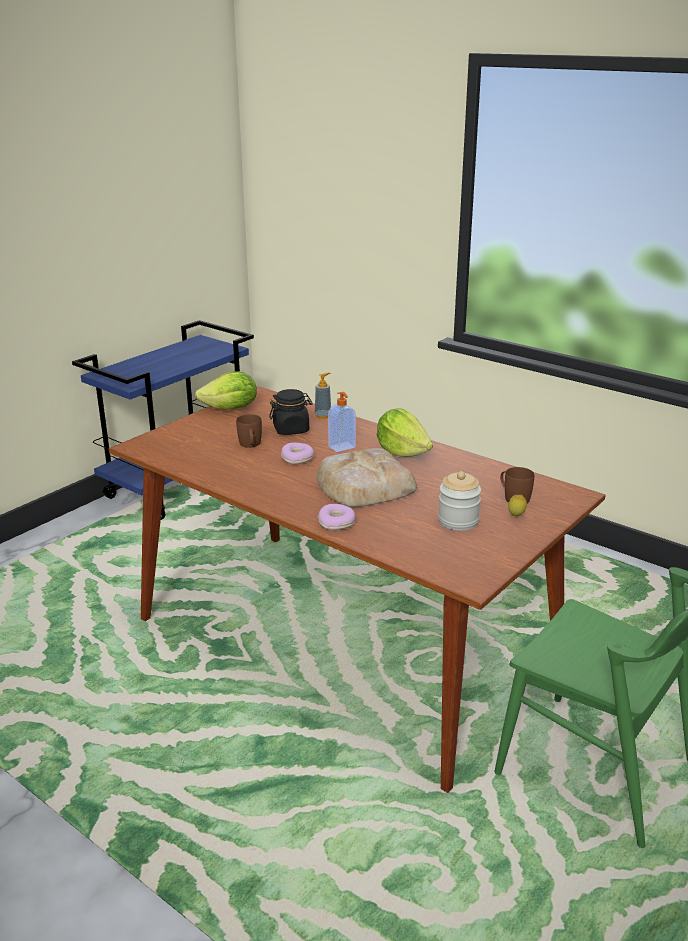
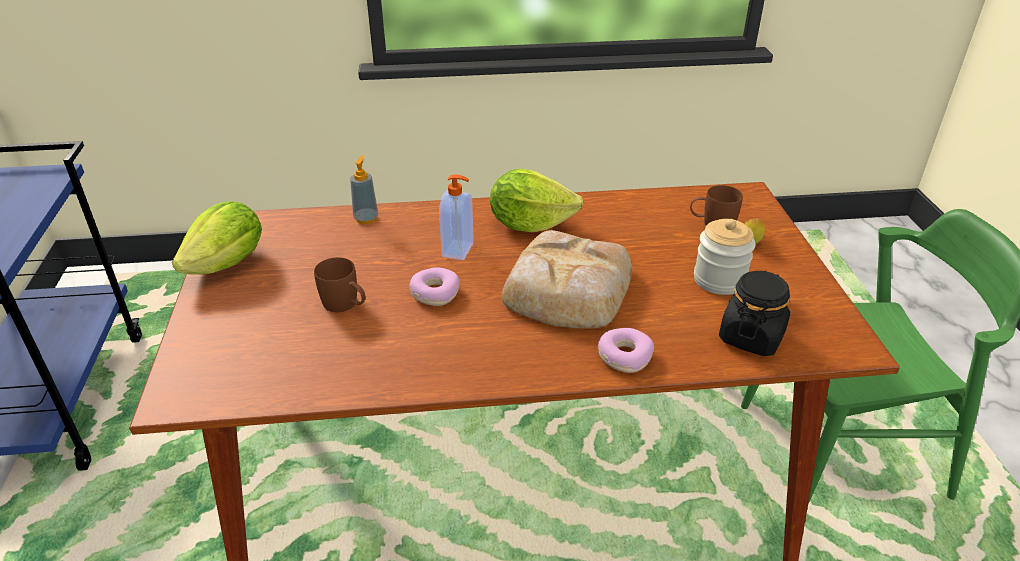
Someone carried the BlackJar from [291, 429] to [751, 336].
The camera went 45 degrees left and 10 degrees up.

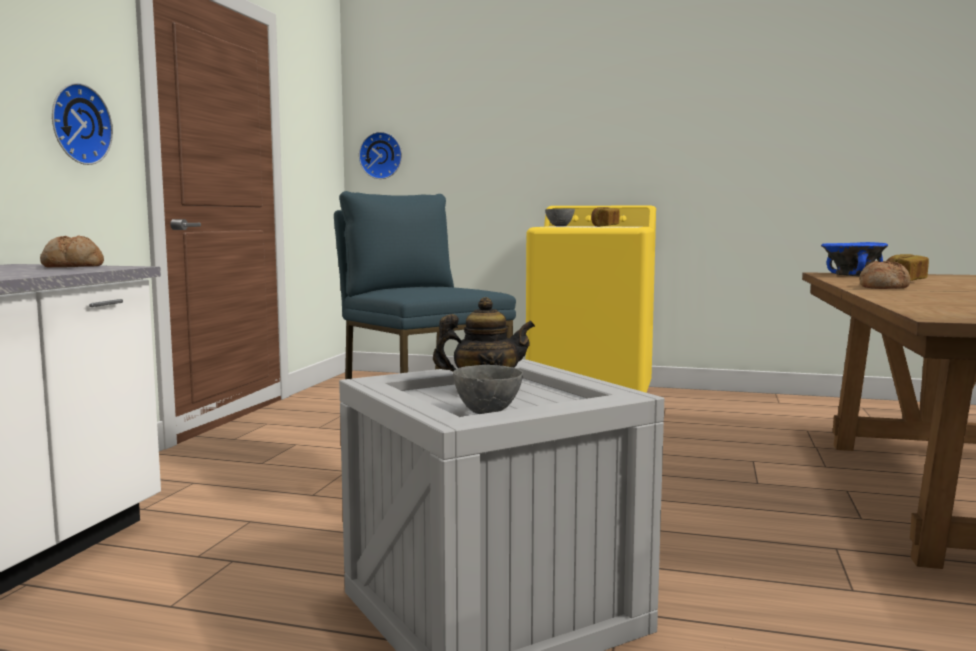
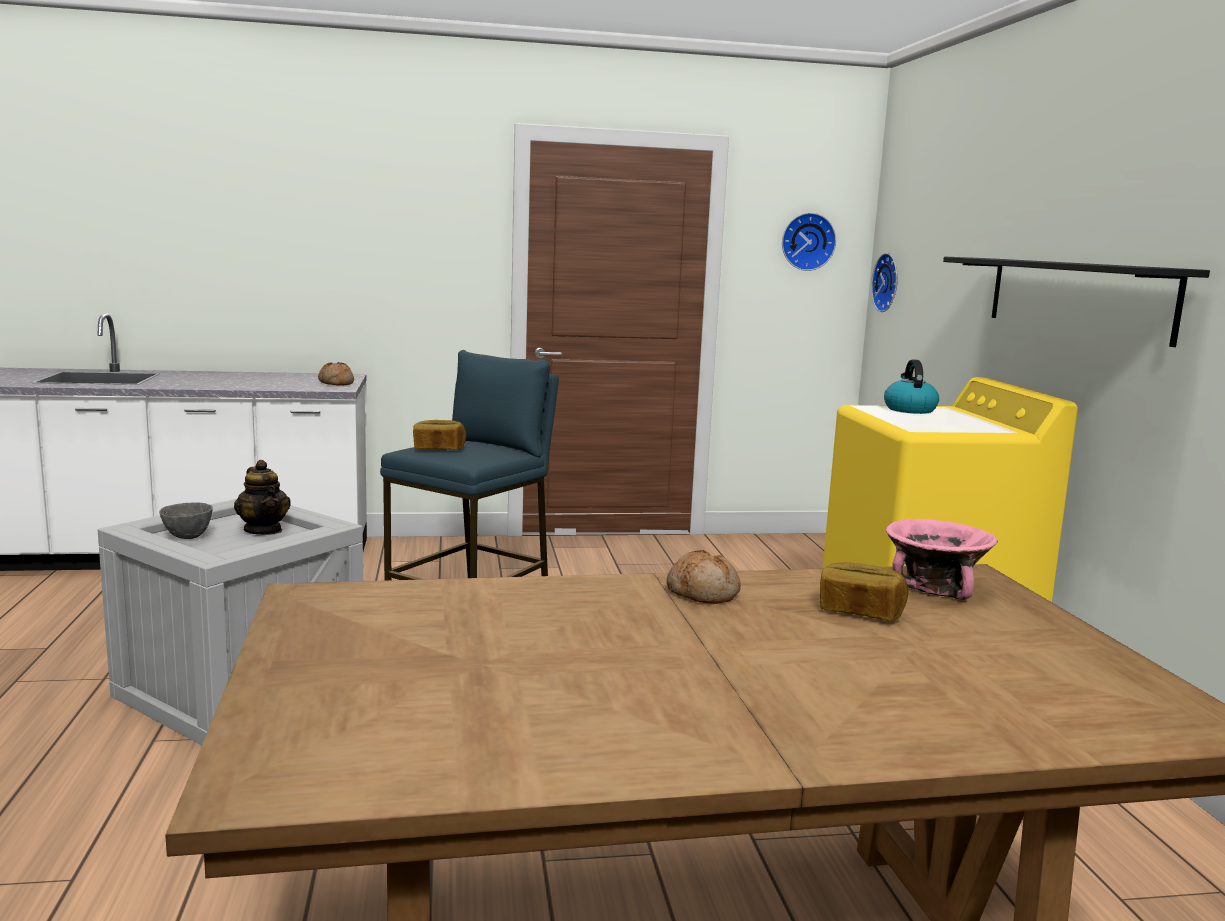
Someone carried the Bread from [604, 226] to [439, 449].
Someone carried the WallClock from [77, 124] to [807, 241].
Someone swapped the GreyBowl at [559, 226] for the Kettle at [909, 409].
Someone repainted the BlueBowl at [853, 276], which became the PinkBowl at [935, 588].
Someone put up the BlackShelf at [1076, 297].
The camera went 65 degrees right and 5 degrees up.

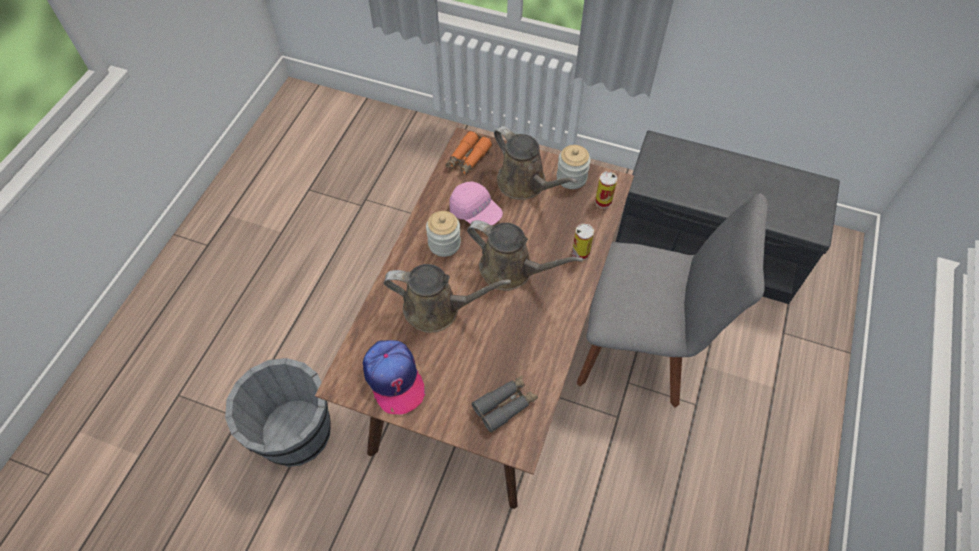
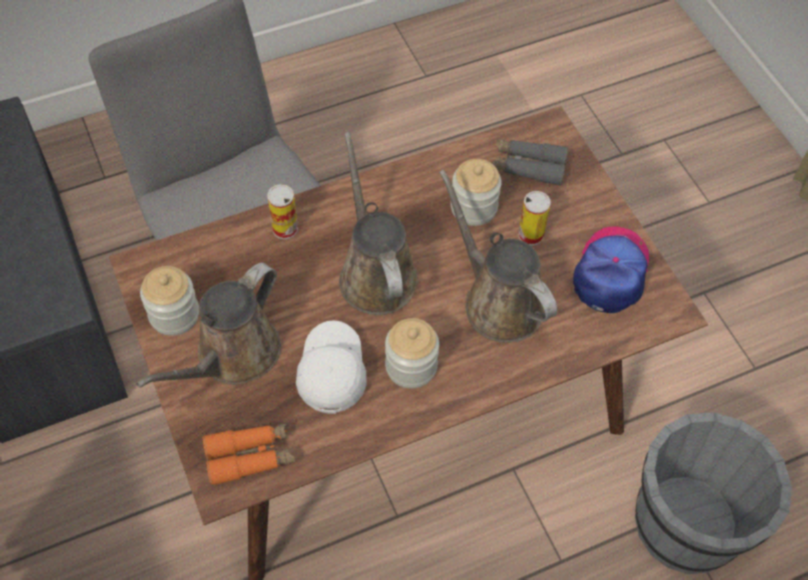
Someone rotated the BrownWateringCan at [525, 184] by 150 degrees counterclockwise.
Someone repainted the PinkCap at [475, 212], which became the WhiteCap at [332, 372].
Someone put down the Jar at [473, 207].
Someone carried the Can from [603, 201] to [530, 235].
The camera went 135 degrees left and 0 degrees up.

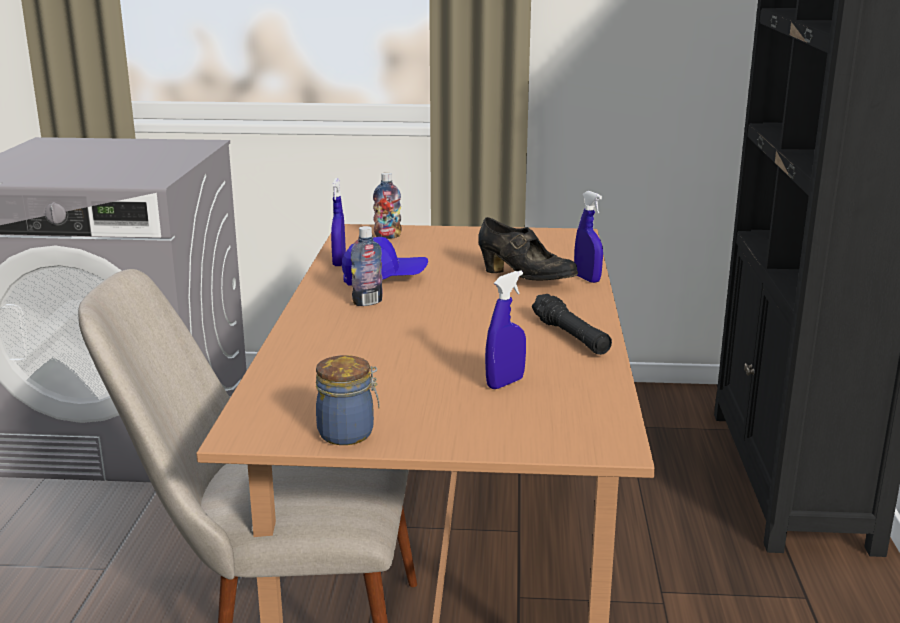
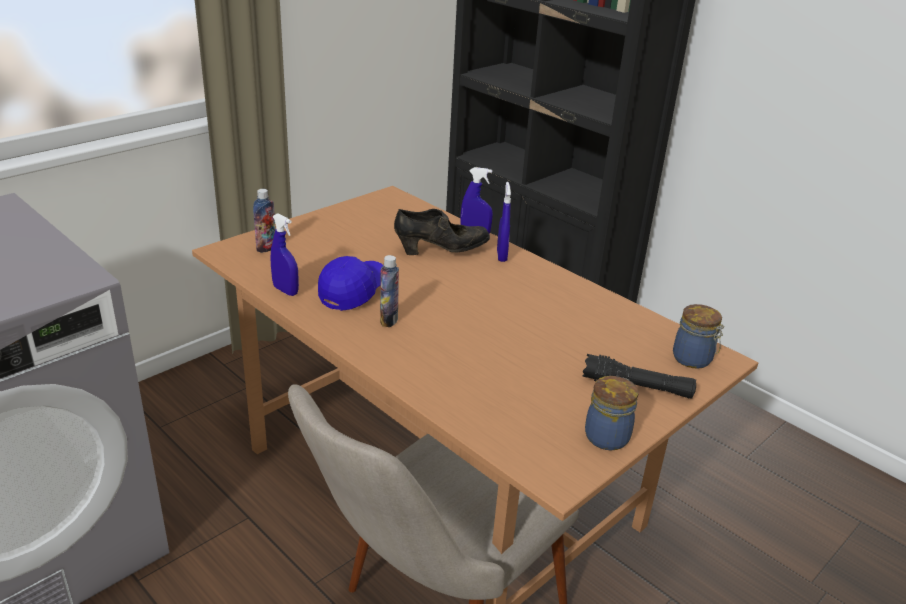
Someone carried the BlueSprayBottle from [505, 383] to [501, 256].
Someone carried the BlackFlashlight from [570, 336] to [637, 387].
Someone put down the Jar at [693, 359].
The camera went 50 degrees left and 10 degrees up.

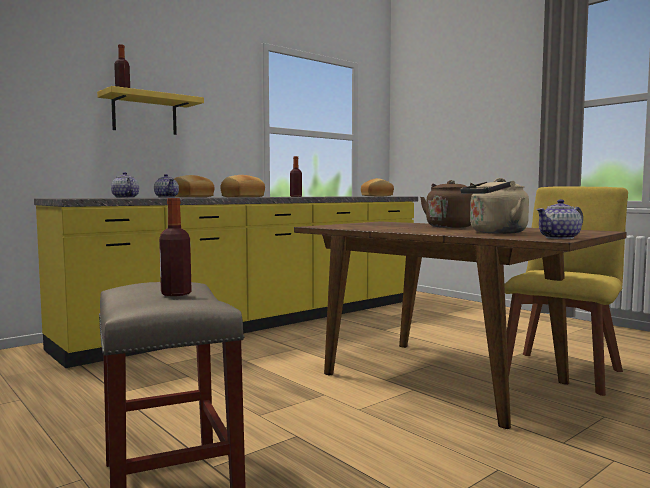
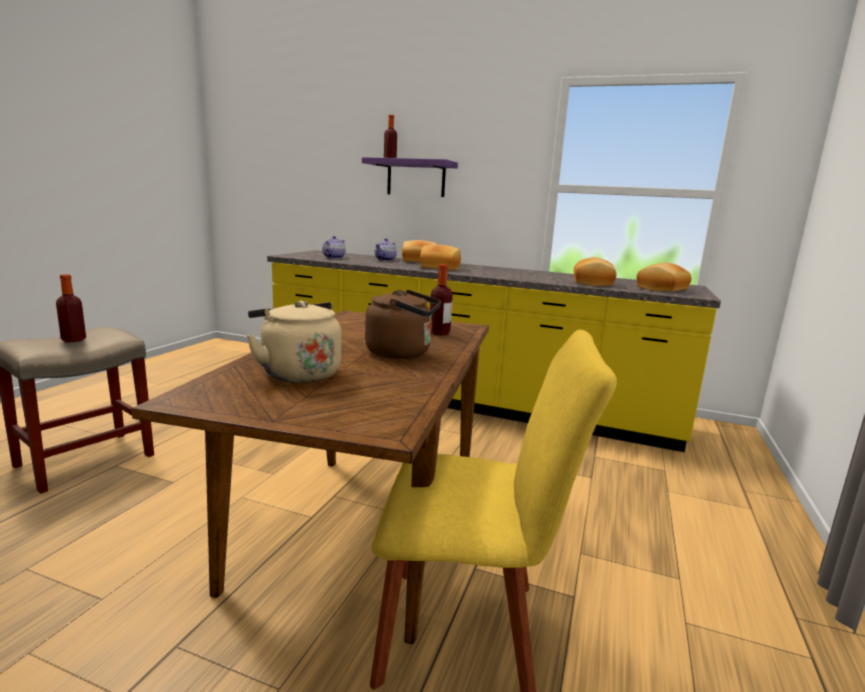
Someone repainted the YellowShelf at [145, 114], which became the PurpleShelf at [416, 178].
Someone carried the Bottle from [296, 196] to [439, 332].
Someone put down the Bread at [594, 283].
Someone took away the Teapot at [560, 238].
The camera went 60 degrees right and 10 degrees up.

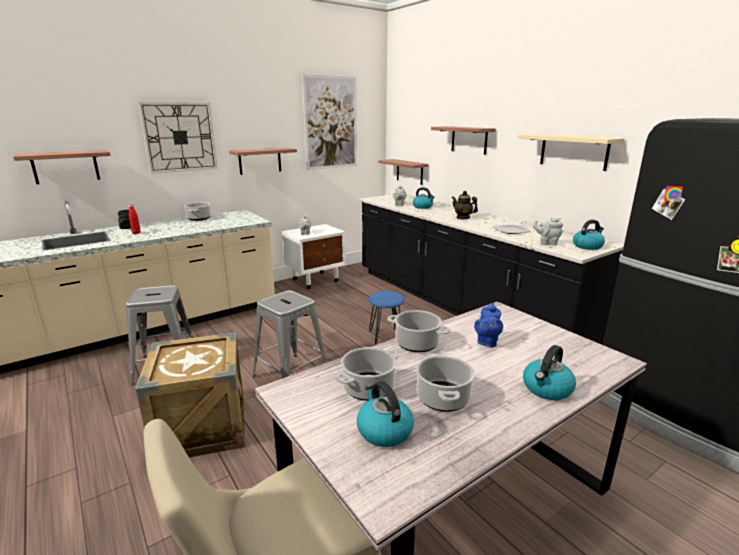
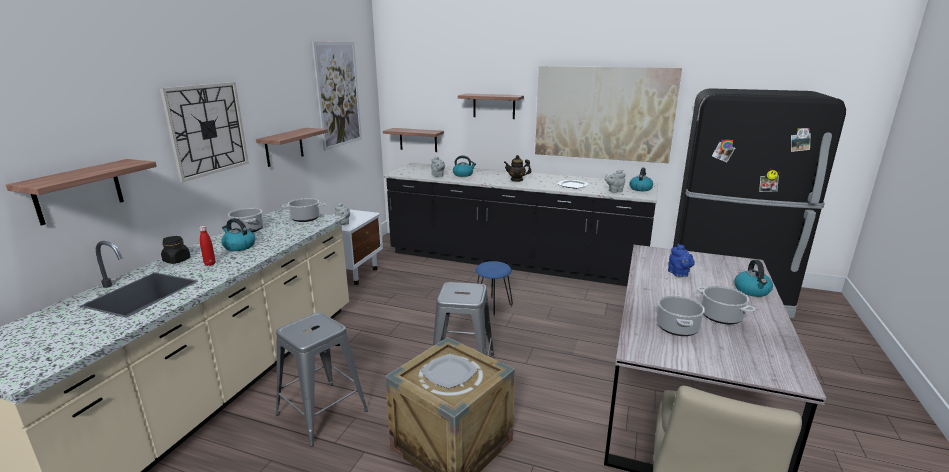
Someone carried the Kettle from [383, 430] to [239, 246].
Someone carried the CookingPot from [416, 343] to [305, 218].
Someone put down the Plate at [448, 373].
Someone swapped the BeigeShelf at [573, 151] for the Picture at [603, 113].
The camera went 35 degrees left and 0 degrees up.

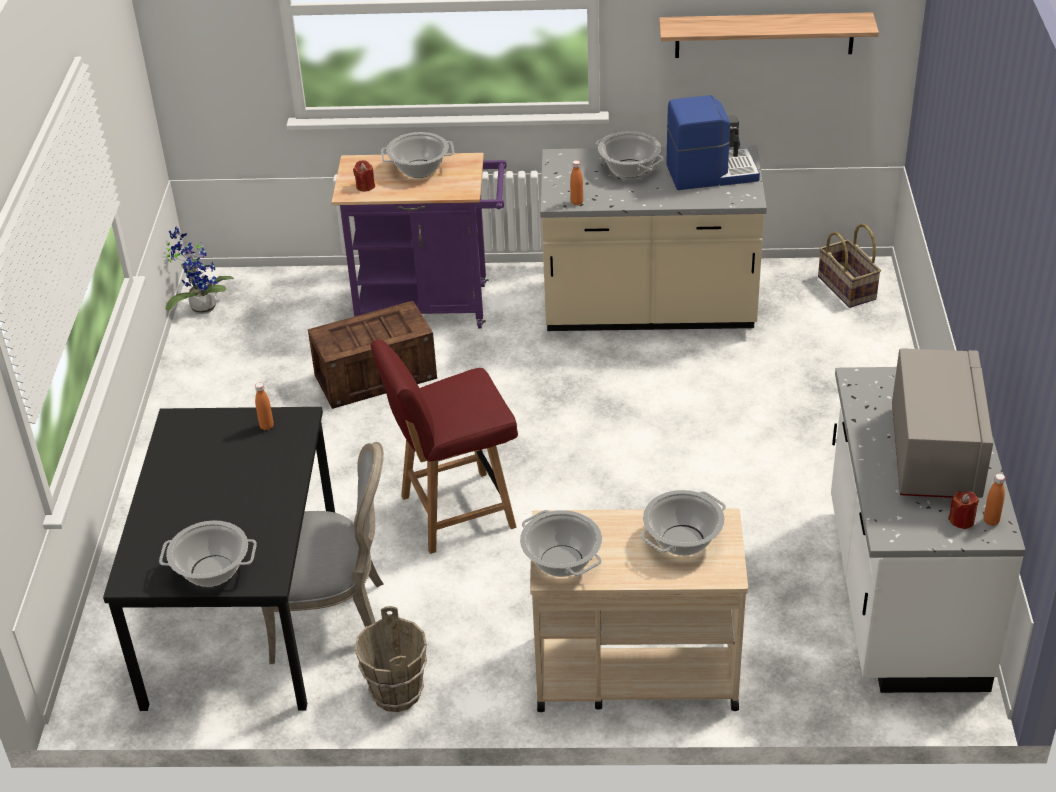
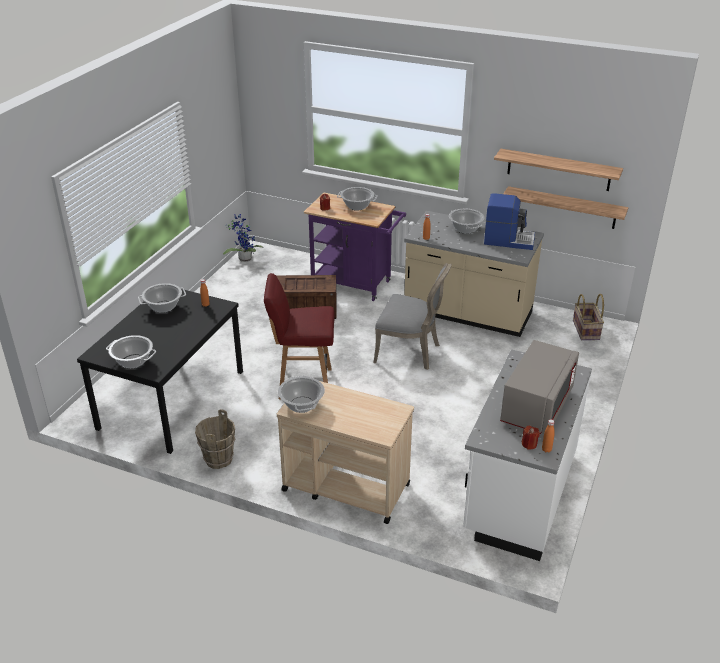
Someone carried the CookingPot from [682, 540] to [164, 306].
Someone carried the GreyChair from [333, 617] to [410, 352].
Someone put up the Shelf at [565, 208].
The camera went 20 degrees right and 5 degrees down.

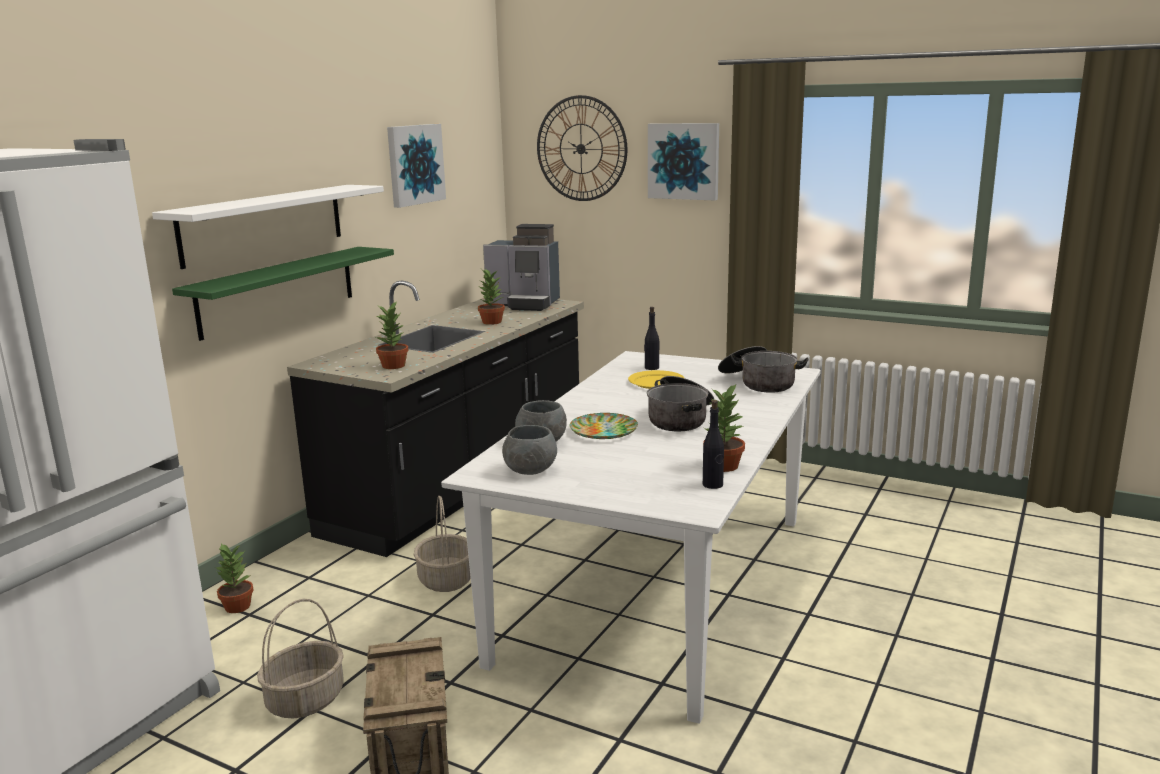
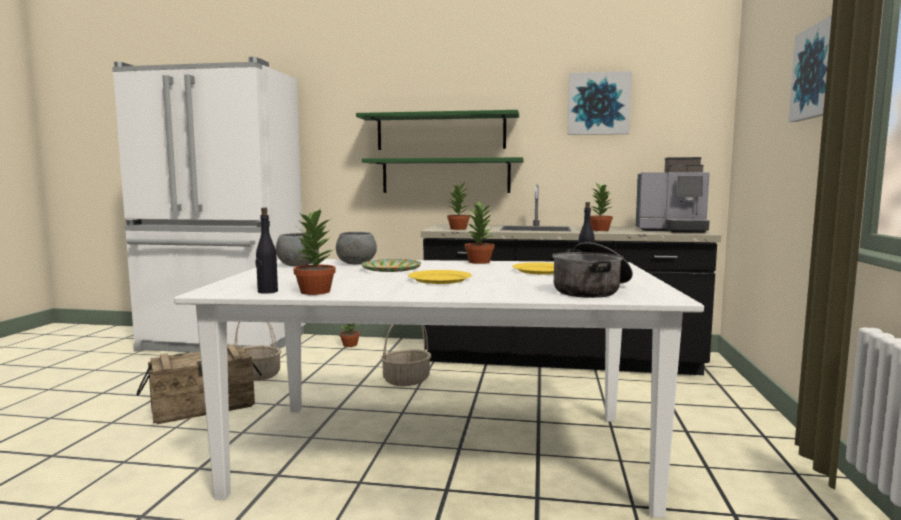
Someone repainted the WhiteShelf at [264, 224], which became the GreenShelf at [441, 132].
Someone swapped the CookingPot at [681, 418] for the YellowPlate at [440, 279].
Someone put down the PottedPlant at [480, 262].
Someone rotated the CoffeeMachine at [525, 304] by 75 degrees counterclockwise.
Someone took away the WallClock at [581, 149].
The camera went 70 degrees right and 10 degrees down.

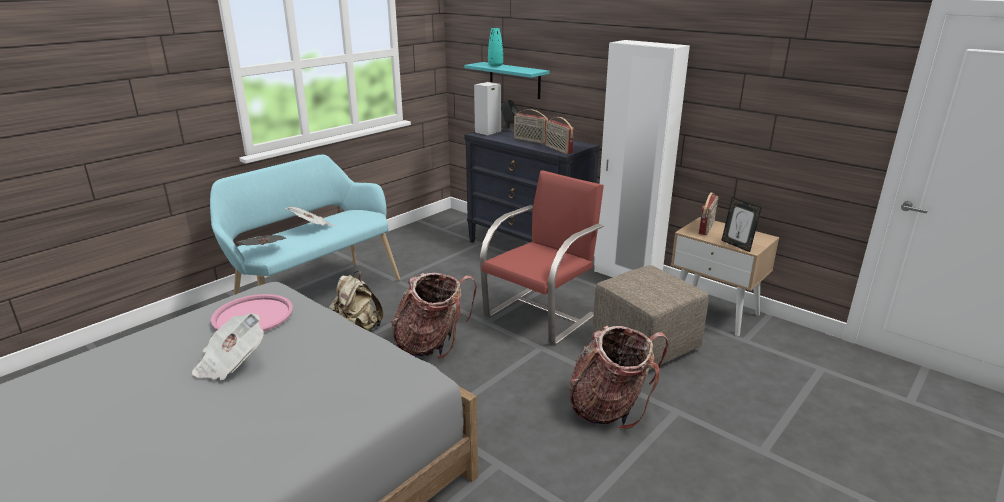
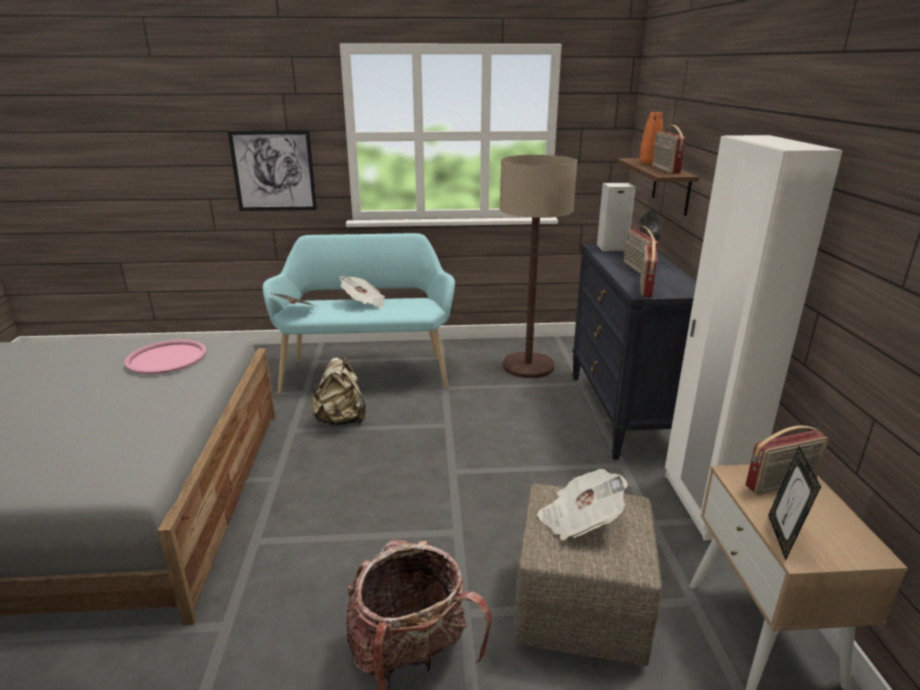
Someone put up the Picture at [273, 171].
Someone put down the FloorLamp at [528, 366].
Someone carried the Newspaper from [231, 363] to [579, 521].
Someone repainted the TurquoiseShelf at [514, 80], which became the BrownShelf at [671, 186].
Someone repainted the TurquoiseVase at [495, 65], which became the OrangeVase at [649, 163].
Someone put down the Radio at [665, 169].
Someone took away the Backpack at [432, 344].
Someone took away the RedArmchair at [541, 315].
The camera went 45 degrees right and 0 degrees up.

